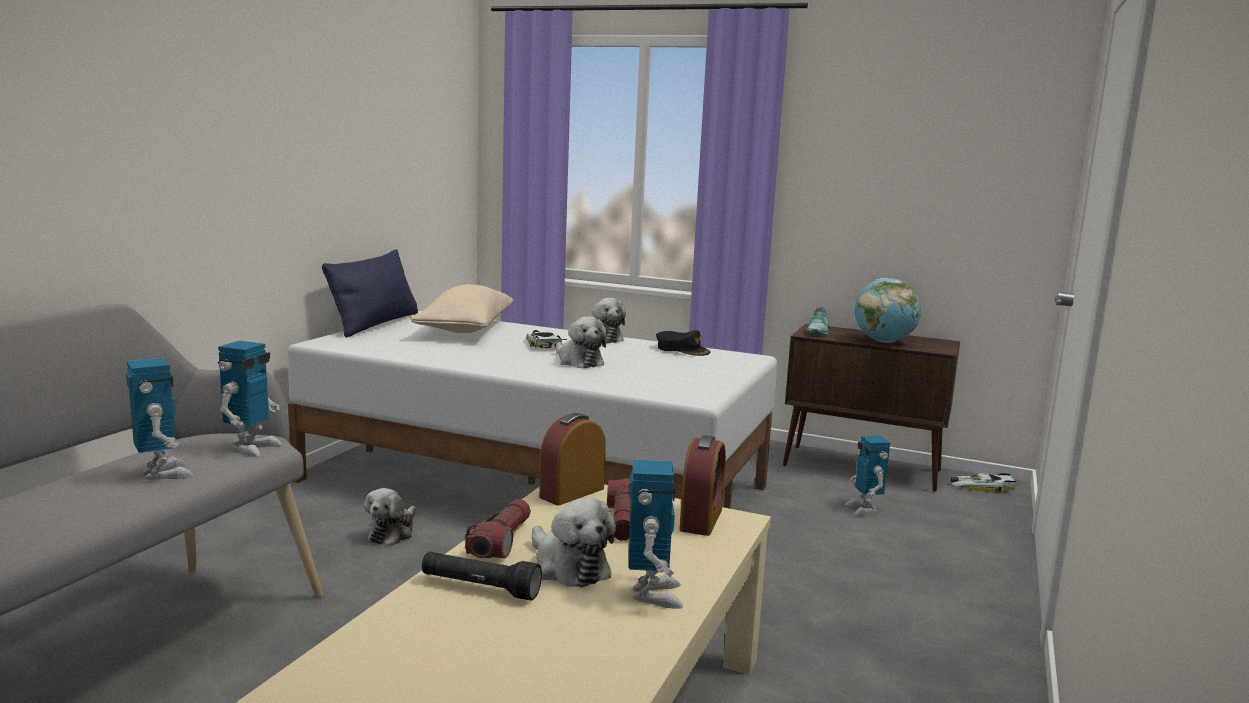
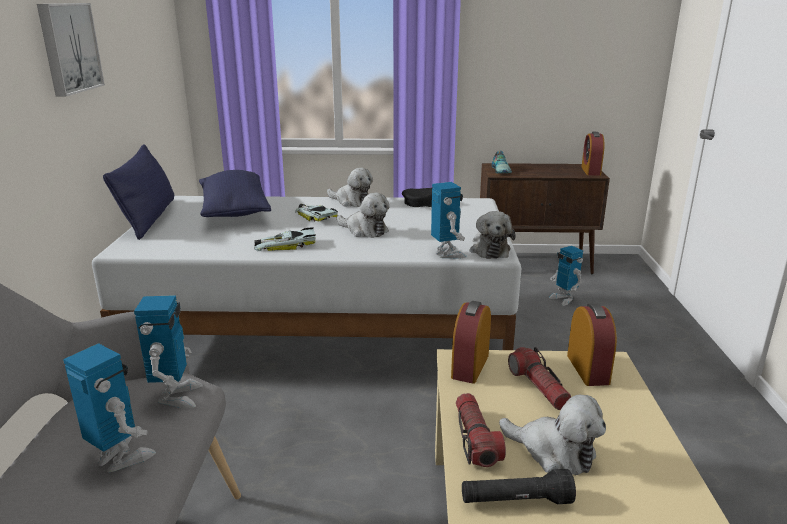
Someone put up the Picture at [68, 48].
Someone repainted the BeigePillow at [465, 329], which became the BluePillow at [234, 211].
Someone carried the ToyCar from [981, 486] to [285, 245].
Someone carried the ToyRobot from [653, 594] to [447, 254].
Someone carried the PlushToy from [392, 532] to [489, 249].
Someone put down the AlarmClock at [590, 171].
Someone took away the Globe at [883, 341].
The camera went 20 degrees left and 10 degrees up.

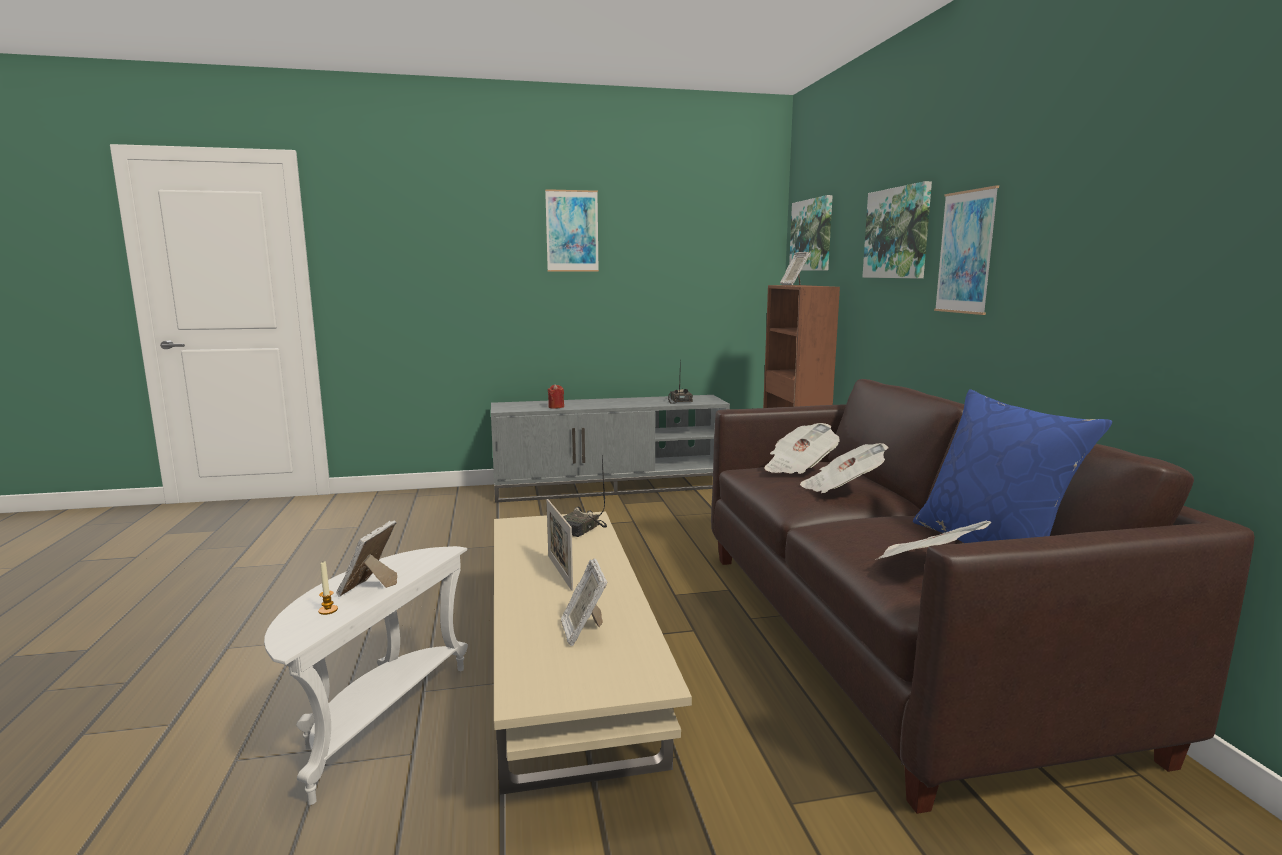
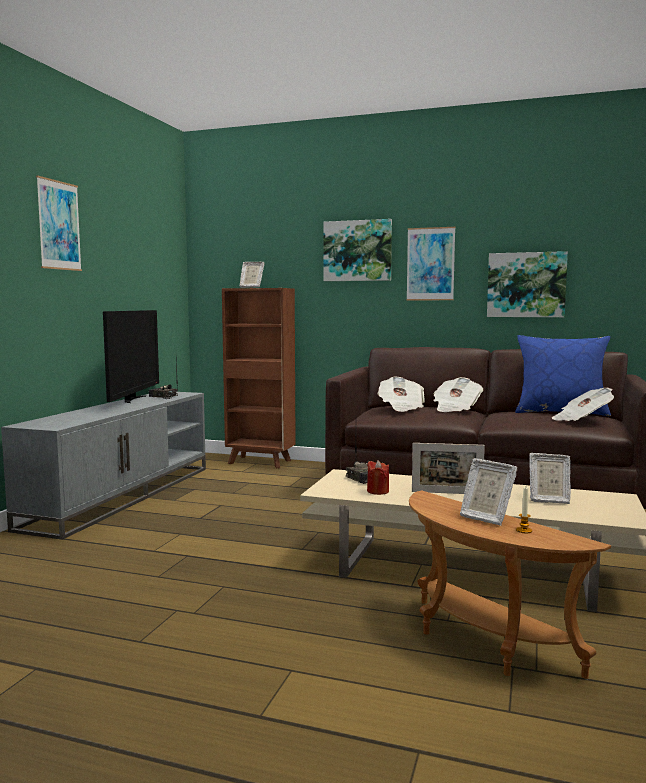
Someone put down the Television at [133, 399].
Someone carried the RedCandle from [556, 407] to [377, 491].
Someone repainted the WhiteSideTable at [375, 720], which became the BrownSideTable at [481, 643].
Someone carried the Picture from [812, 235] to [526, 285].
The camera went 60 degrees left and 5 degrees down.

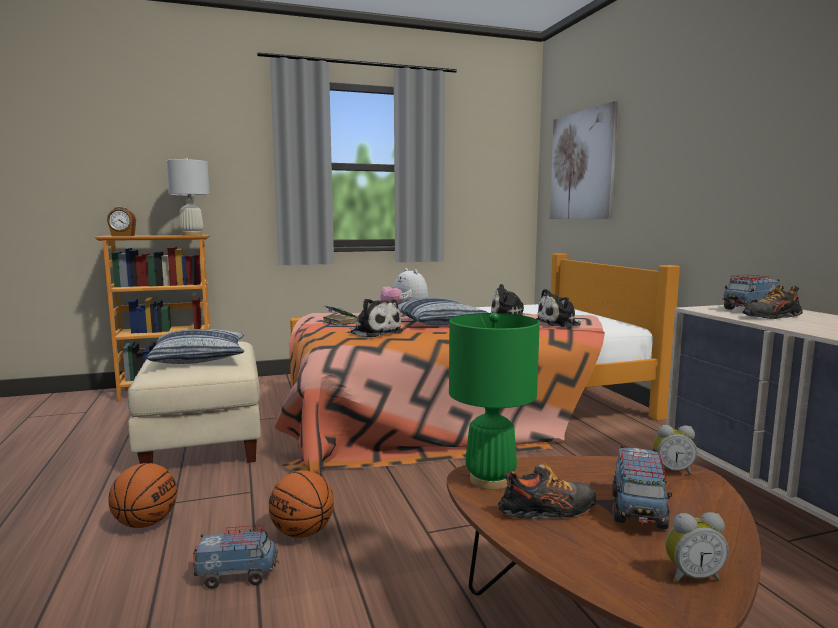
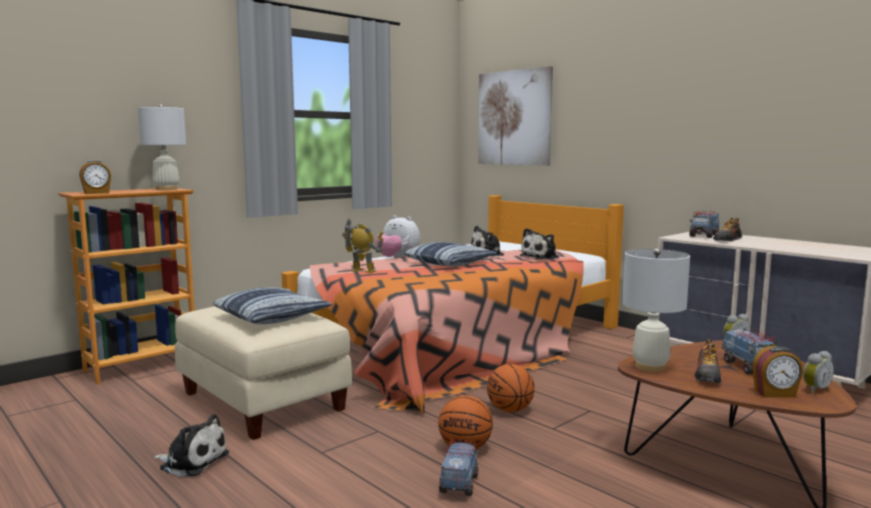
Someone carried the PlushToy from [374, 332] to [192, 461].
Someone swapped the Book at [340, 322] for the ToyRobot at [363, 271].
Someone rotated the ToyTruck at [237, 575] by 45 degrees counterclockwise.
Someone carried the Basketball from [146, 523] to [510, 410].
Someone repainted the GreenTableLamp at [490, 480], which became the WhiteTableLamp at [650, 367].
Someone rotated the Shoe at [548, 511] by 150 degrees clockwise.
Someone put down the AlarmClock at [775, 394].
The camera went 25 degrees left and 0 degrees up.

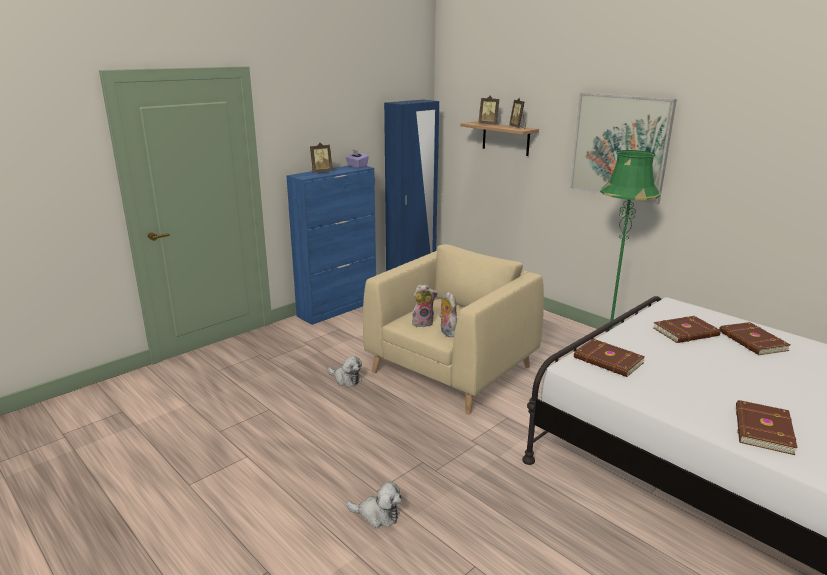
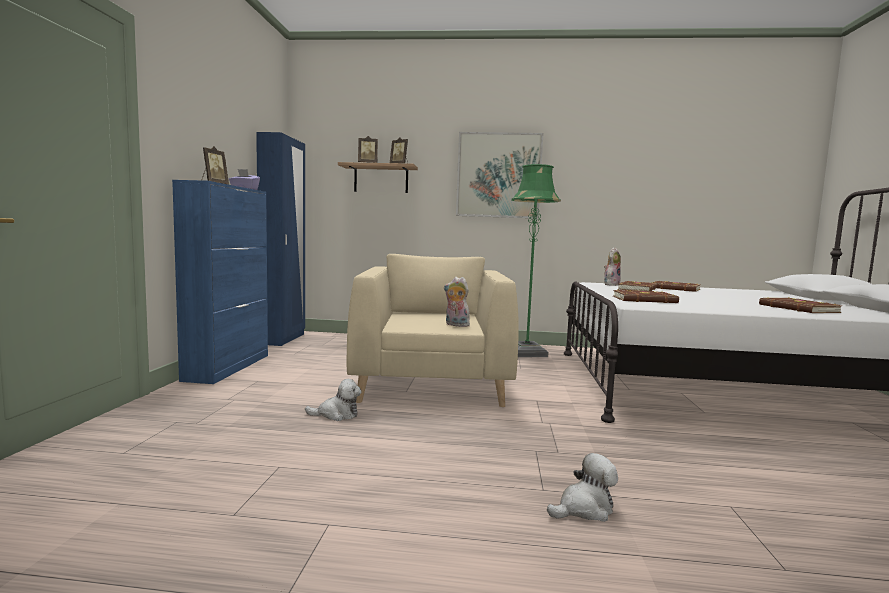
Someone carried the PlushToy from [423, 323] to [611, 284].
The camera went 40 degrees left and 15 degrees down.

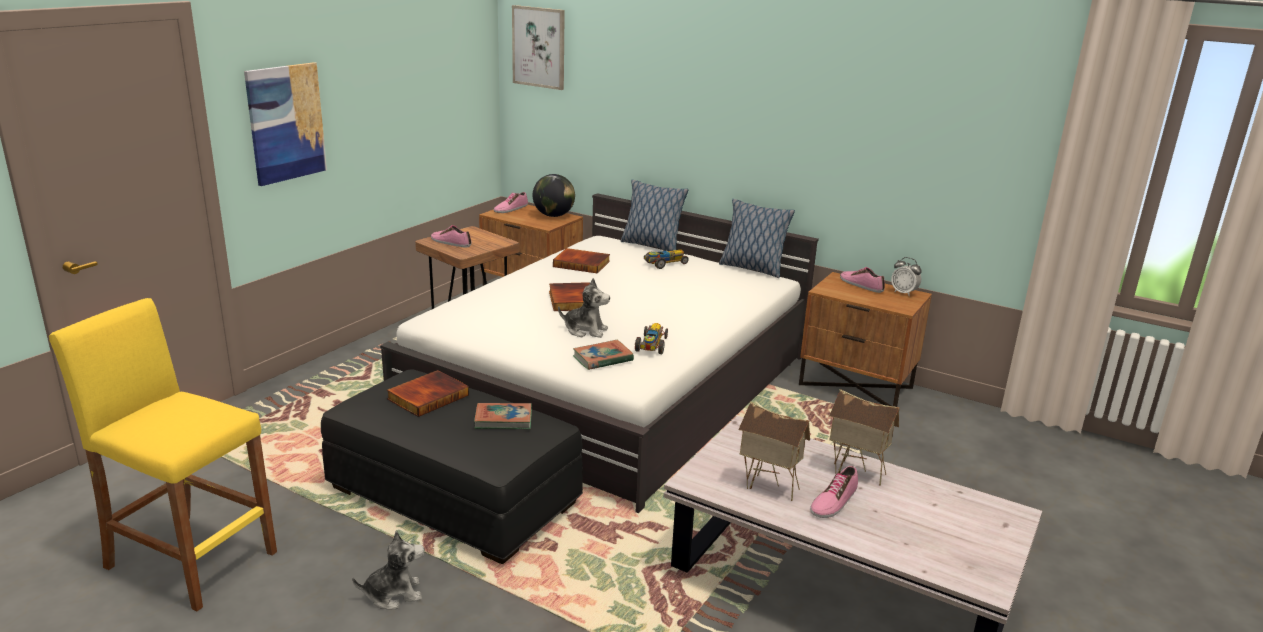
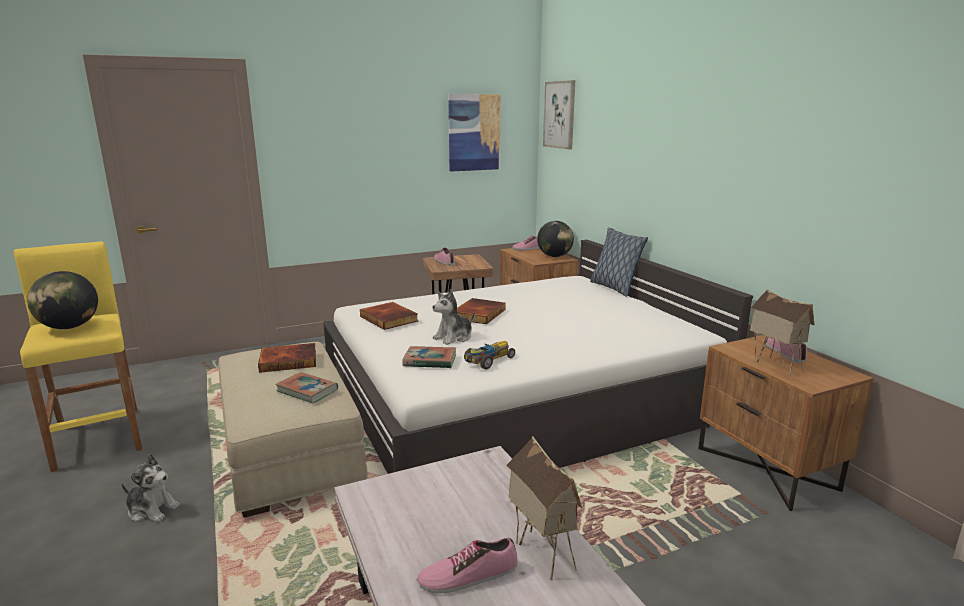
Someone put down the Globe at [69, 327].
Someone repainted the BlackOttoman at [454, 495], which became the BeigeOttoman at [290, 450].
Someone carried the Book from [582, 263] to [390, 318].
Someone rotated the PlushToy at [585, 330] by 90 degrees clockwise.
Someone carried the Picture from [286, 123] to [474, 132].
Someone carried the ToyHouse from [768, 488] to [773, 365].
Someone took away the ToyCar at [664, 264].
Someone took away the Pillow at [752, 268].
Someone took away the AlarmClock at [904, 293].
The camera went 35 degrees right and 5 degrees down.

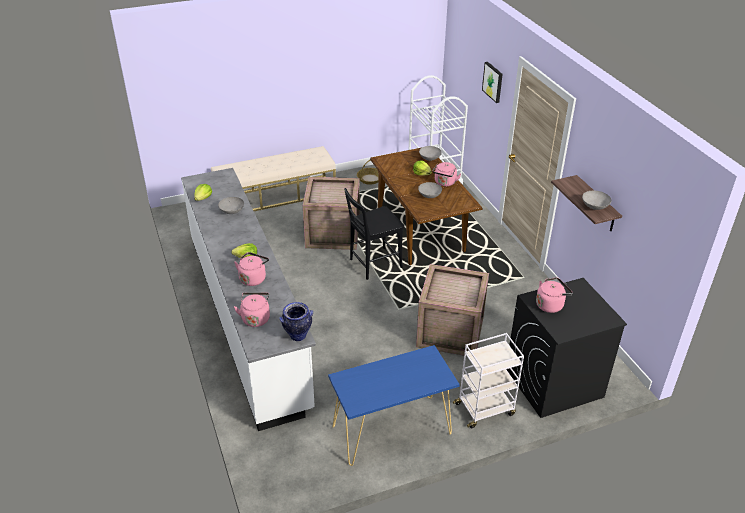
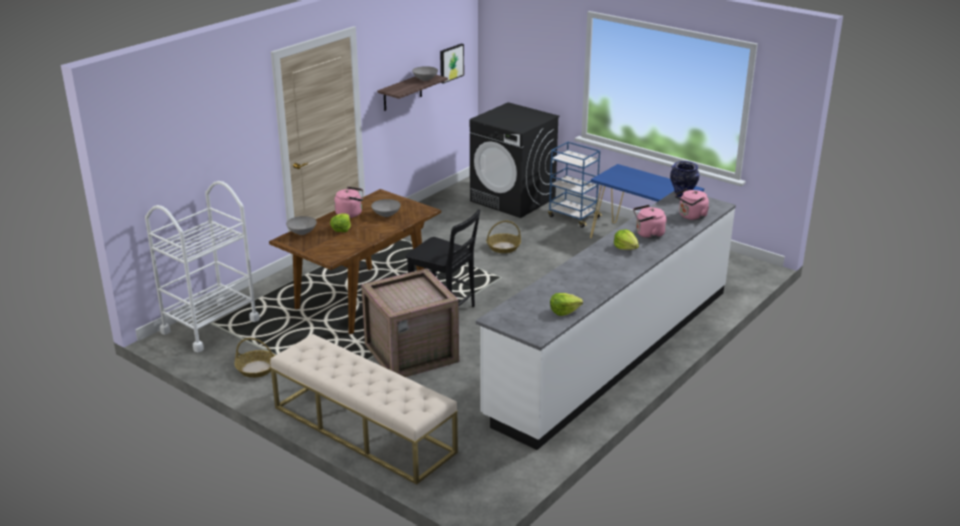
Someone carried the Picture from [493, 82] to [451, 63].
Someone swapped the Crate at [451, 332] for the Basket at [503, 247].
Someone repainted the WhiteCart at [485, 409], which became the BlueCart at [573, 217].
Someone took away the GreyBowl at [232, 211].
Someone took away the PinkKettle at [550, 305].
The camera went 120 degrees left and 10 degrees down.

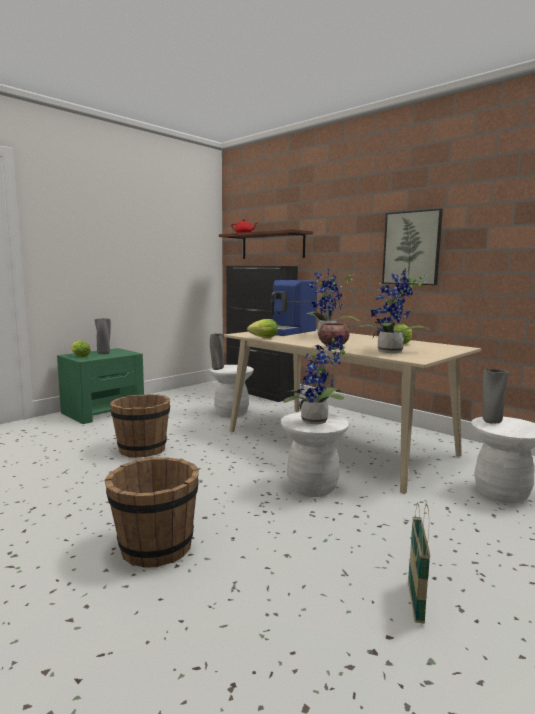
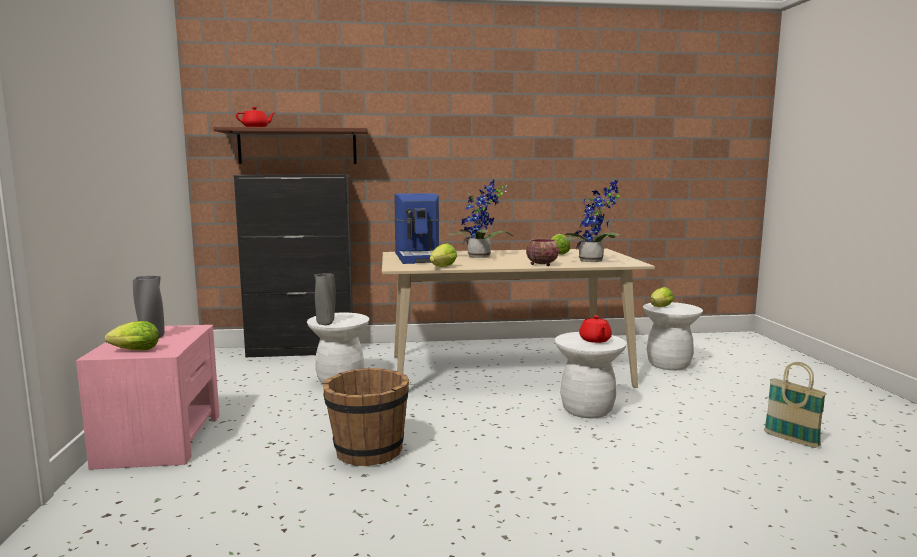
Someone repainted the GreenNightstand at [104, 411], which became the PinkNightstand at [161, 439].
Someone swapped the PottedPlant at [317, 422] for the RedTeapot at [595, 340].
Someone swapped the GreyVase at [490, 422] for the Lettuce at [659, 308].
Someone took away the BrownBucket at [155, 547].
Someone took away the Picture at [412, 248].
The camera went 50 degrees left and 0 degrees up.

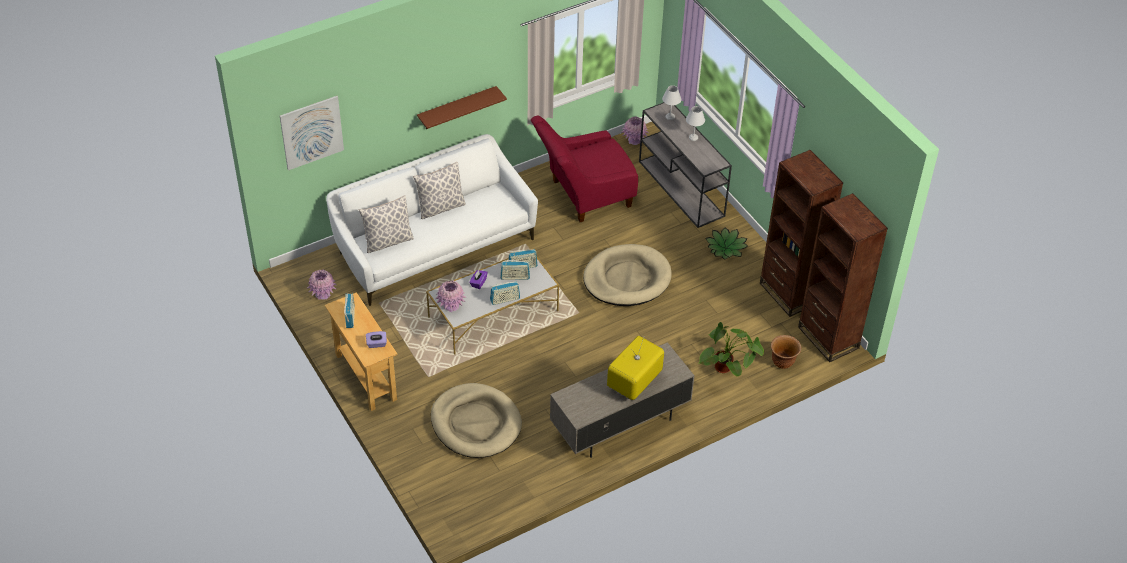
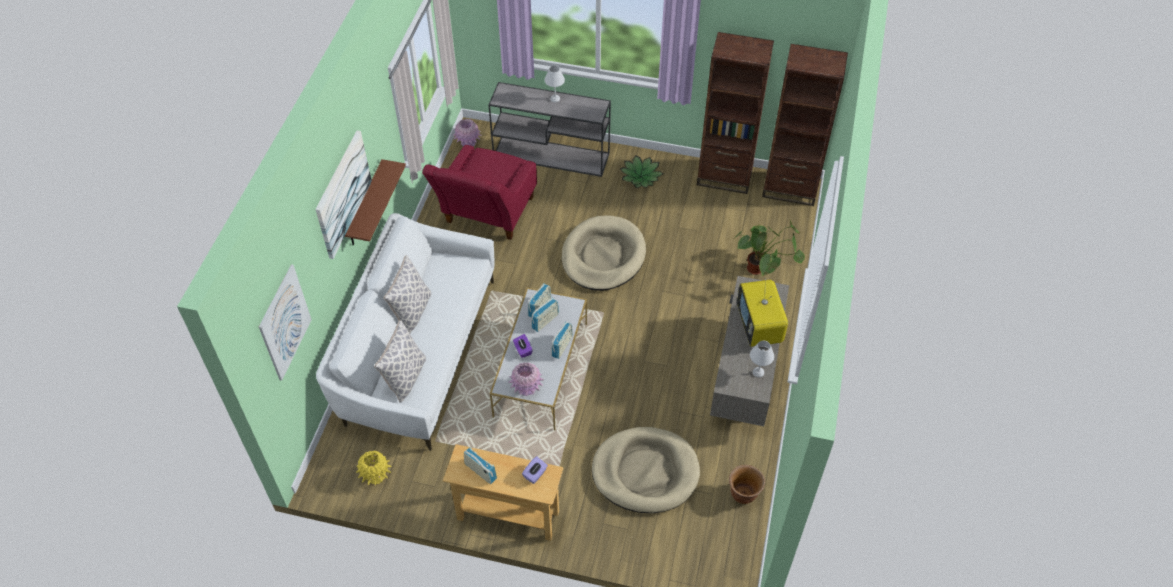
Someone put up the Picture at [342, 194].
Someone repainted the PinkVase at [322, 294], which became the YellowVase at [375, 476].
Someone carried the BrownPlanter from [783, 362] to [743, 494].
Someone carried the WhiteTableLamp from [670, 116] to [758, 372].
The camera went 45 degrees left and 5 degrees up.

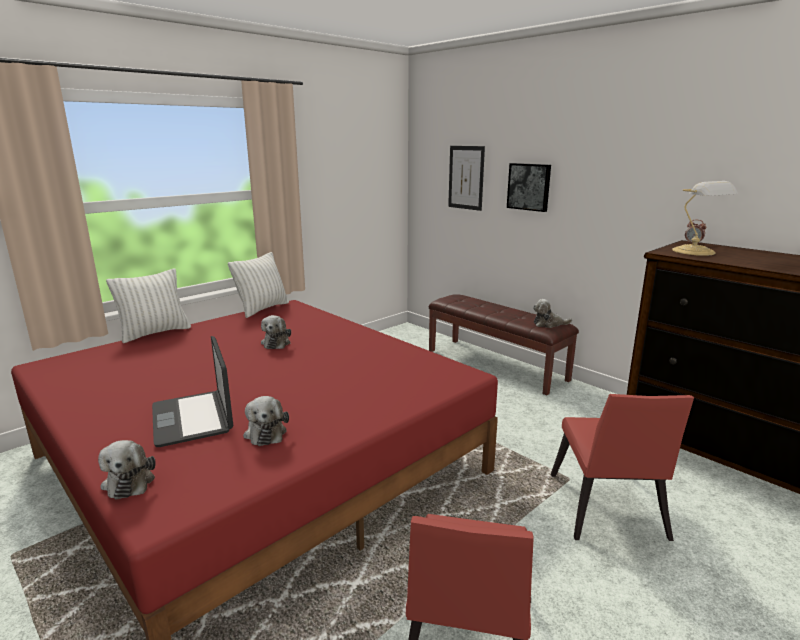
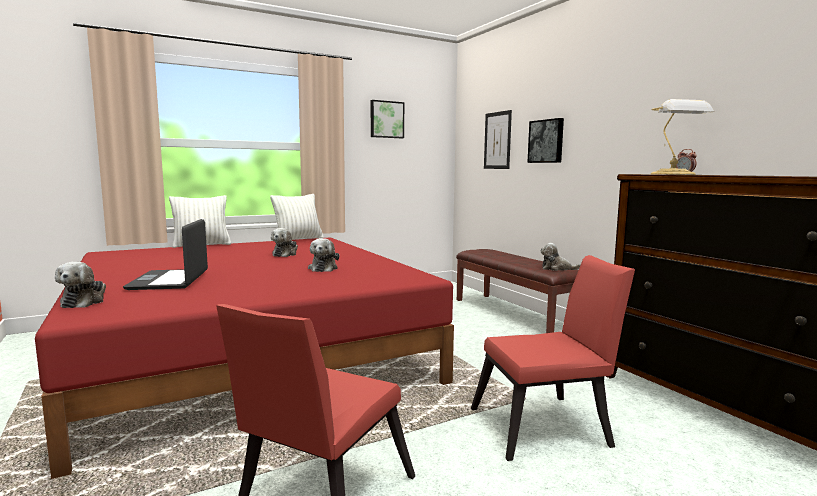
Someone carried the PlushToy from [265, 432] to [323, 268].
Someone put up the Picture at [386, 119].
Someone rotated the RedChair at [606, 511] by 120 degrees counterclockwise.
The camera went 15 degrees right and 10 degrees down.

